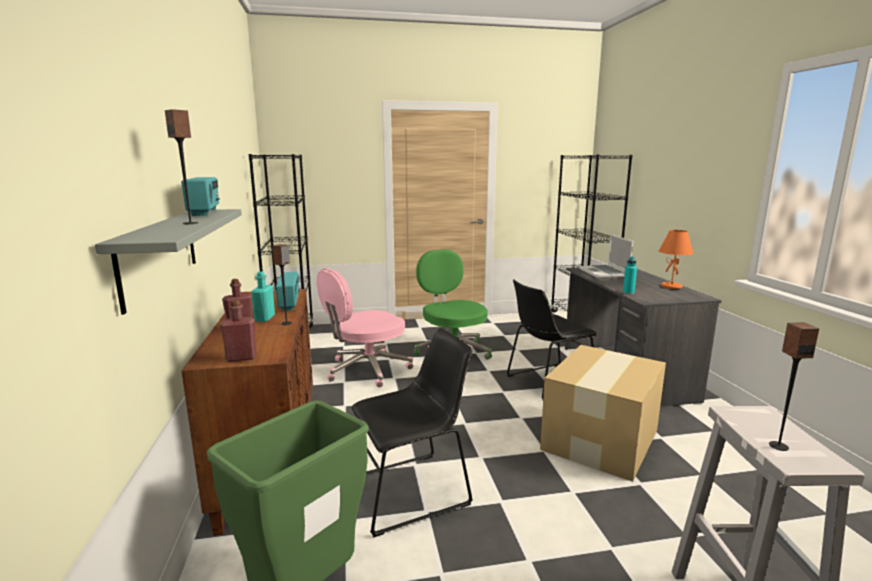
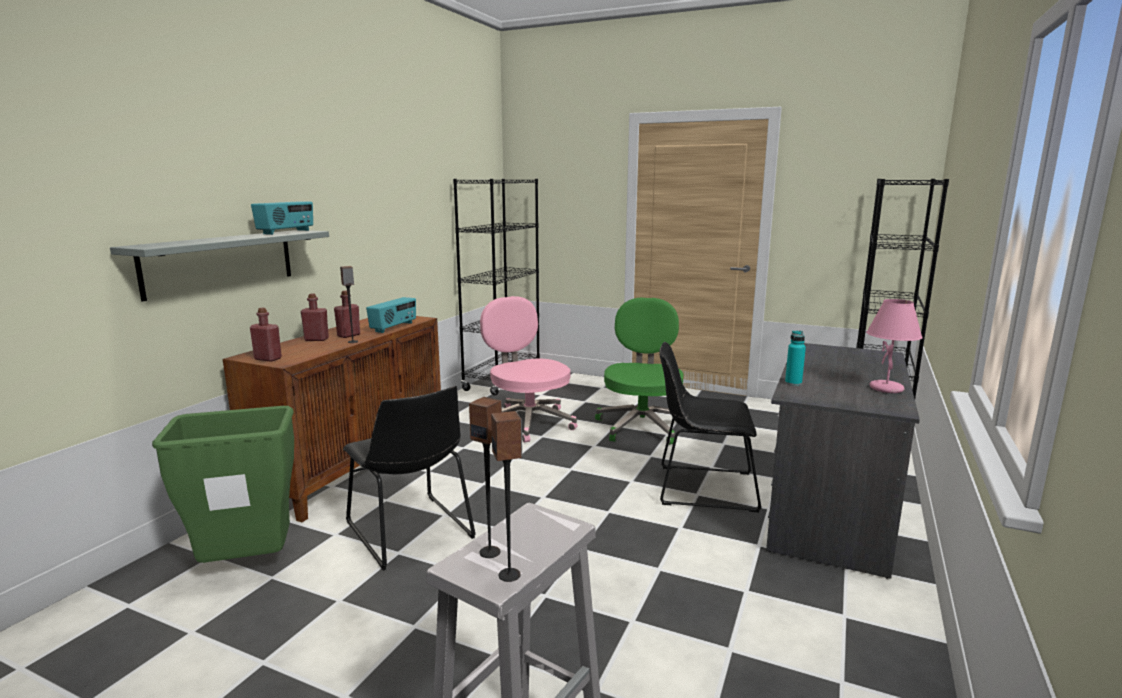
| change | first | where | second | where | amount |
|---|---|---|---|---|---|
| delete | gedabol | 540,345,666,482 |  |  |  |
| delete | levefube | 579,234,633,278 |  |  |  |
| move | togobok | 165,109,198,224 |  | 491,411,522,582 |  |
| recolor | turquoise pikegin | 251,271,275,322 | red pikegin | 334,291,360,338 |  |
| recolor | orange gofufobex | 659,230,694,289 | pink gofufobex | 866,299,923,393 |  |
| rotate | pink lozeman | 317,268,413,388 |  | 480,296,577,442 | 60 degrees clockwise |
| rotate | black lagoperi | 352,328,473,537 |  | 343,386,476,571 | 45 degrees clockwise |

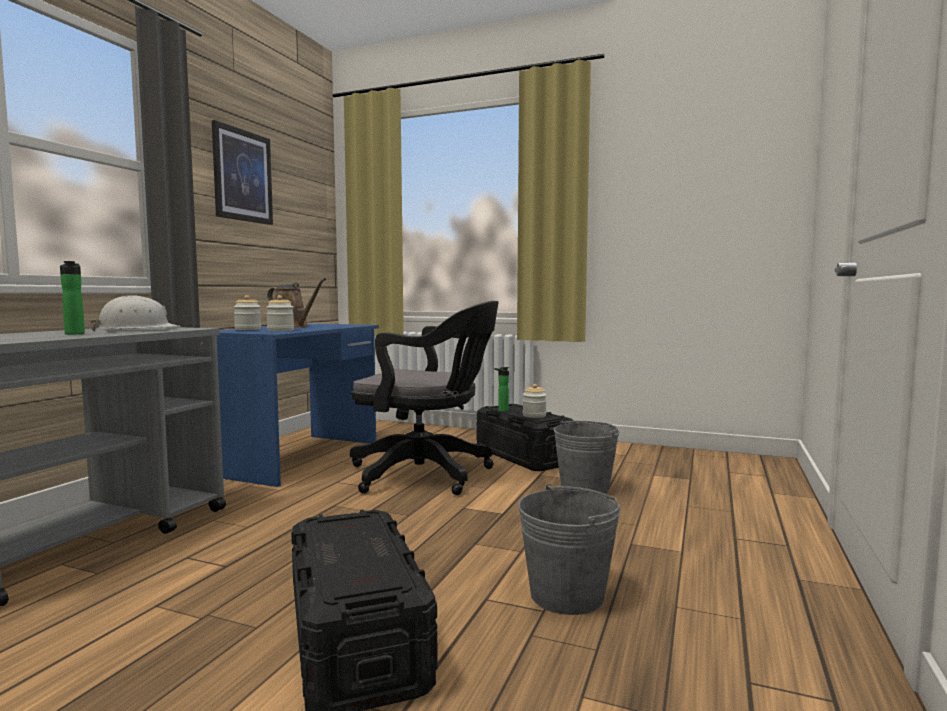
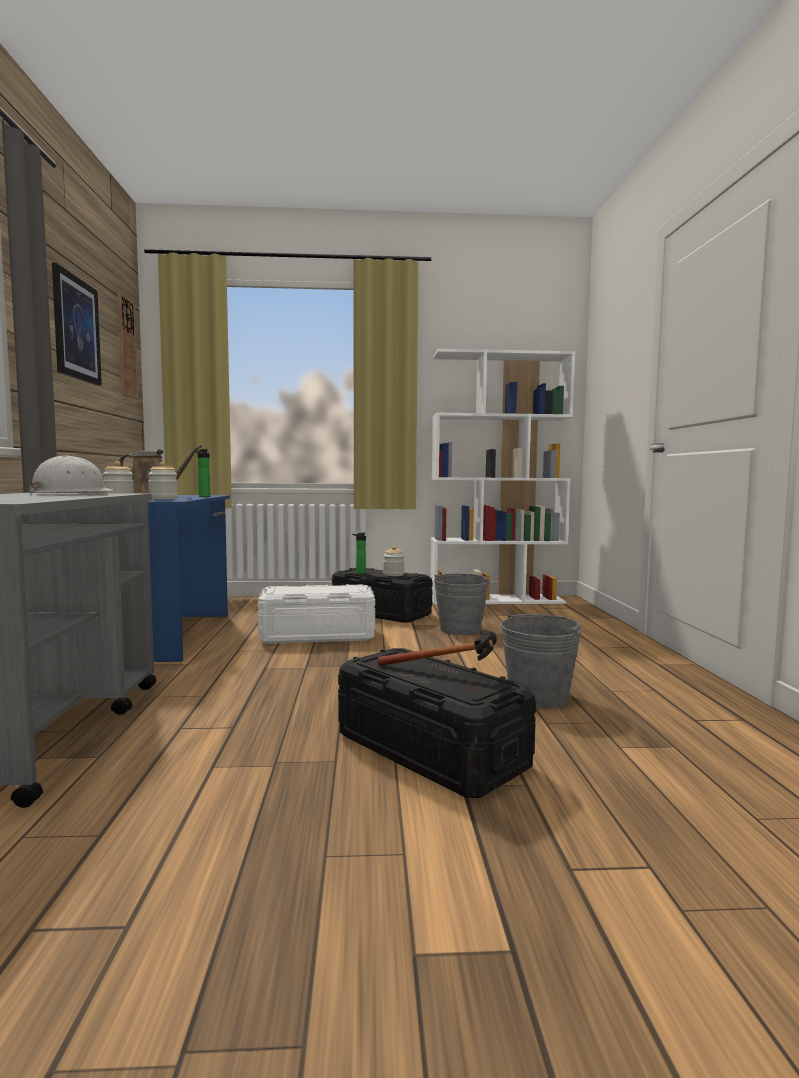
| change | first | where | second | where | amount |
|---|---|---|---|---|---|
| insert |  |  | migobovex | 117,292,139,400 |  |
| insert |  |  | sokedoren | 377,631,497,666 |  |
| insert |  |  | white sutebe | 430,349,575,604 |  |
| move | pikegin | 60,261,85,334 |  | 196,449,210,497 |  |
| replace | black lozeman | 350,301,499,495 | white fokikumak | 258,584,375,644 |  |

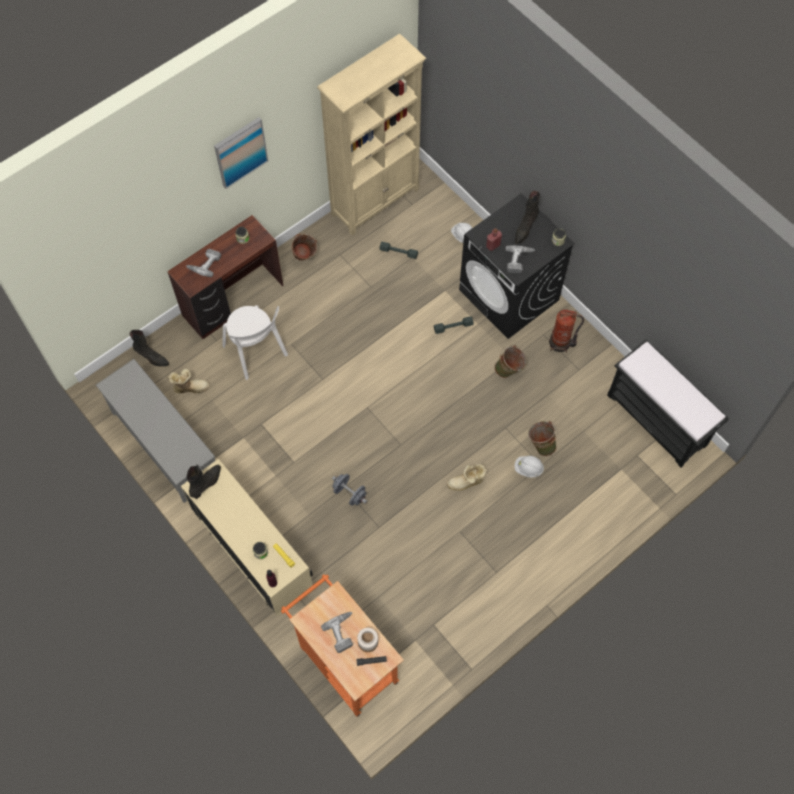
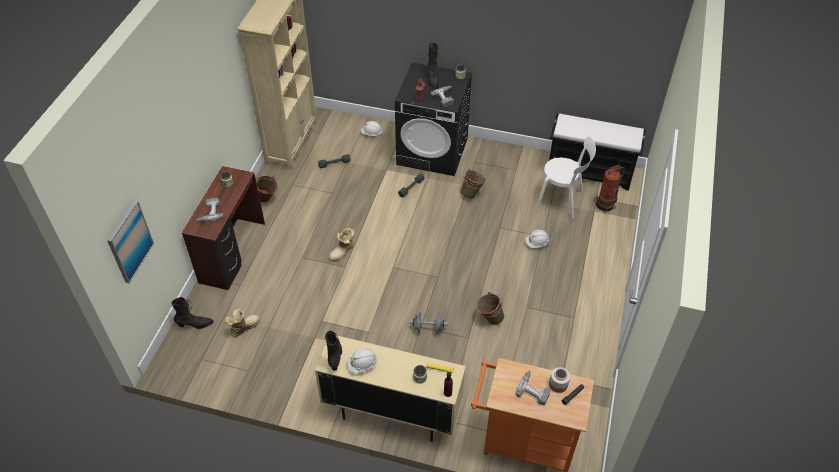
| change | first | where | second | where | amount |
|---|---|---|---|---|---|
| delete | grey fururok | 96,359,215,503 |  |  |  |
| insert |  |  | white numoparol | 347,348,377,373 |  |
| move | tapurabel | 214,117,268,189 |  | 107,200,154,283 |  |
| move | white lagoperi | 223,305,288,380 |  | 535,136,596,219 |  |
| move | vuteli | 447,464,487,491 |  | 328,228,355,261 |  |
| move | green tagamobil | 528,421,557,456 |  | 476,292,505,325 |  |
| move | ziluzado | 549,309,584,353 |  | 594,165,625,213 |  |

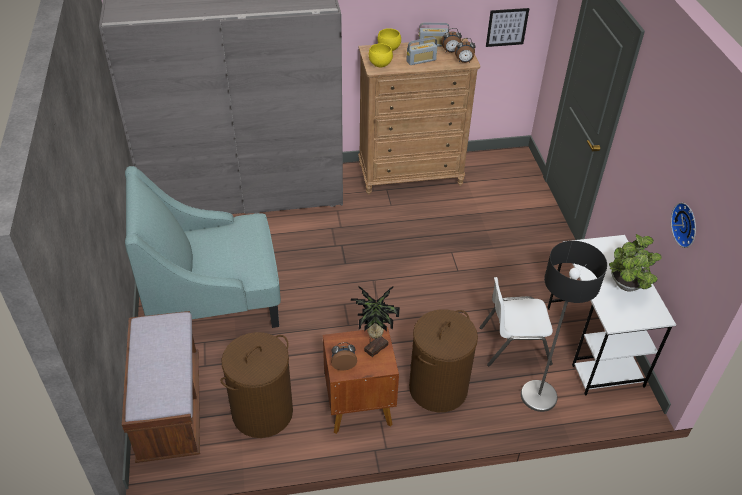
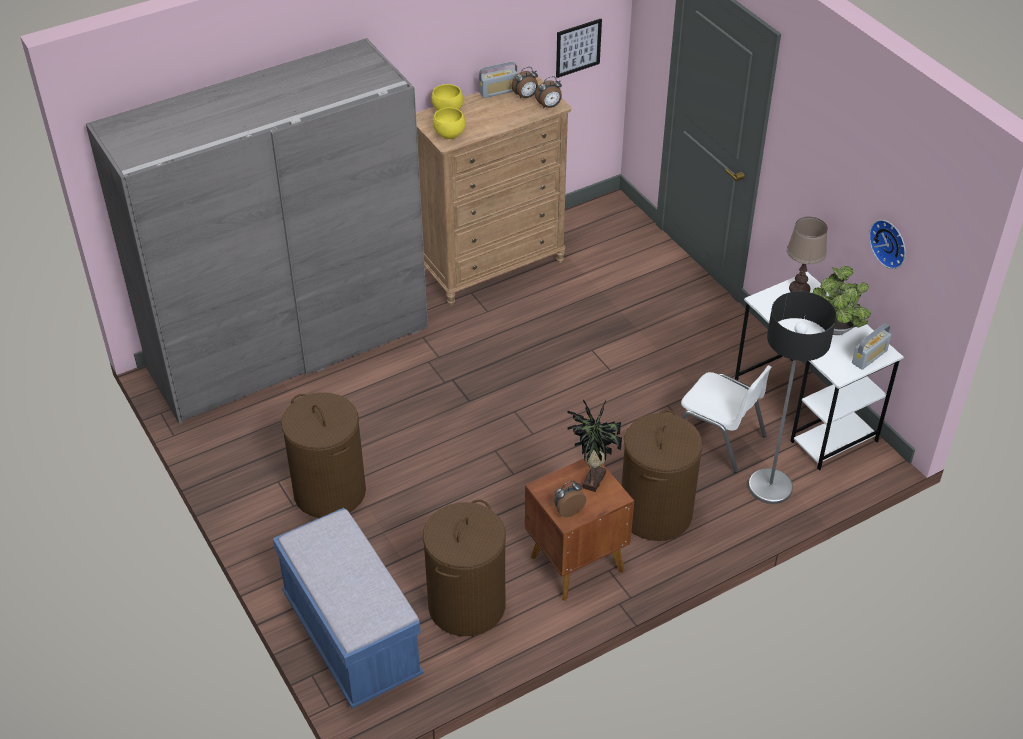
| change | first | where | second | where | amount |
|---|---|---|---|---|---|
| insert |  |  | brown gofufobex | 787,217,827,292 |  |
| move | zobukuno | 406,37,437,65 |  | 852,323,891,370 |  |
| replace | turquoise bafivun | 125,166,281,328 | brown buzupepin | 281,392,366,518 |  |
| recolor | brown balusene | 122,311,200,463 | blue balusene | 273,508,424,708 |  |
| rotate | white lagoperi | 480,277,553,366 |  | 681,365,772,473 | 120 degrees counterclockwise |

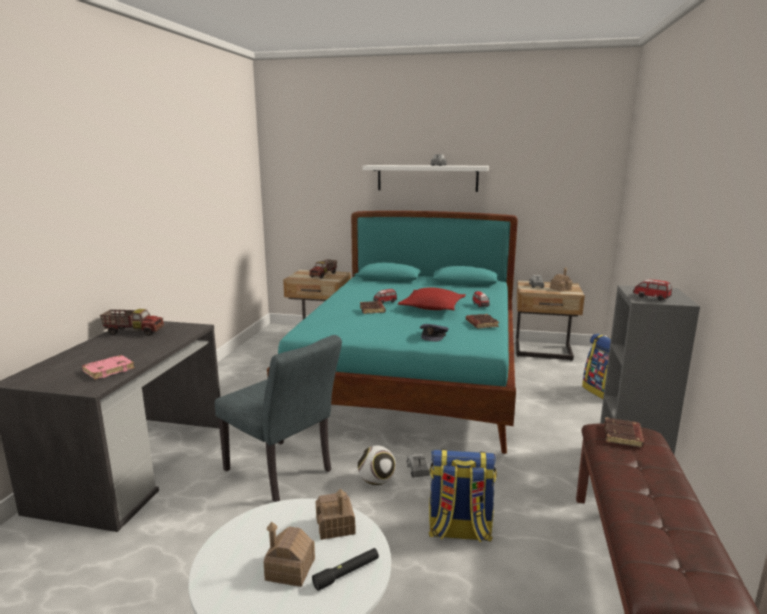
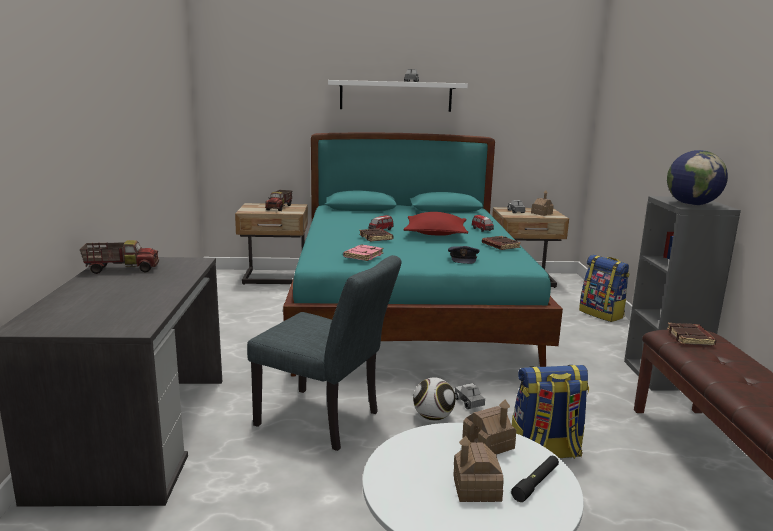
| change | first | where | second | where | amount |
|---|---|---|---|---|---|
| move | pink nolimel | 82,355,135,380 |  | 343,245,384,261 |  |
| replace | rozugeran | 633,280,672,301 | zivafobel | 667,150,728,205 |  |

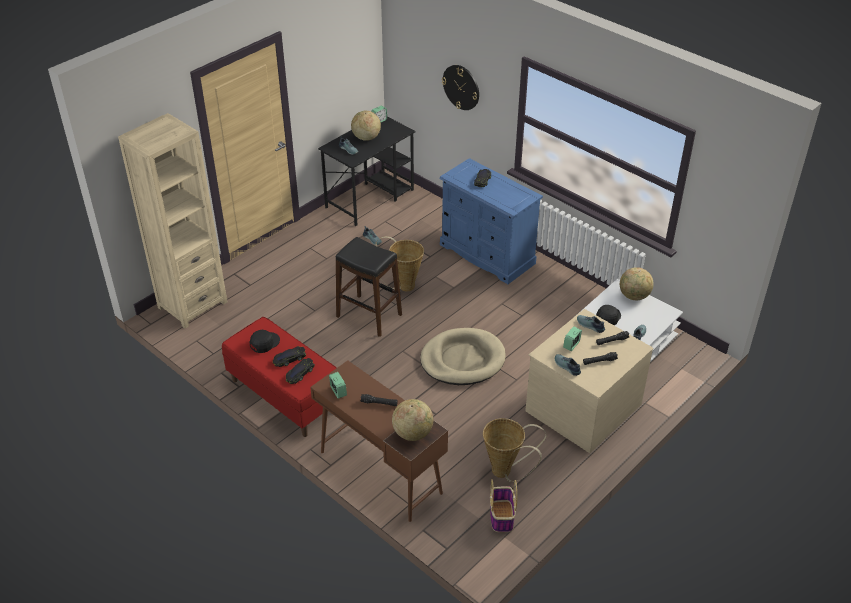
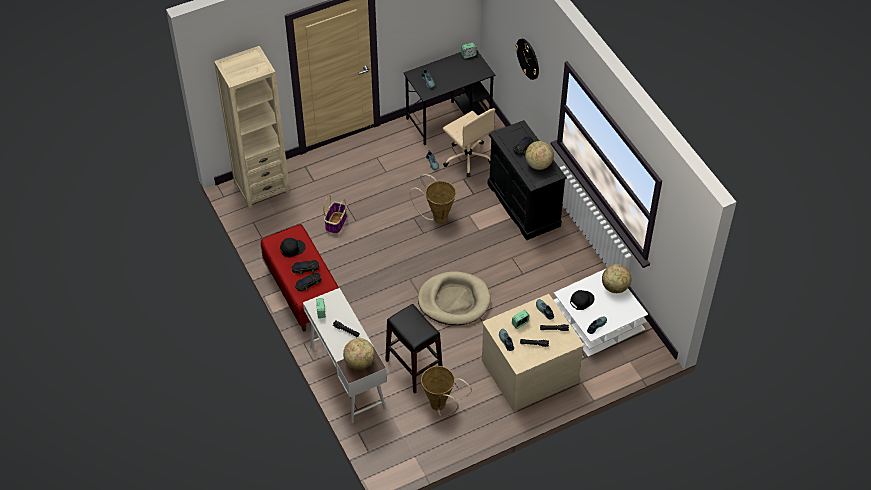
| change | first | where | second | where | amount |
|---|---|---|---|---|---|
| insert |  |  | beige lozeman | 443,108,495,177 |  |
| move | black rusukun | 336,237,402,337 |  | 385,304,442,394 |  |
| move | zivafobel | 351,110,381,141 |  | 525,141,554,170 |  |
| move | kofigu | 490,480,517,532 |  | 324,195,347,234 |  |
| recolor | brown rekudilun | 310,360,448,522 | white rekudilun | 303,288,387,423 |  |
| recolor | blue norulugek | 439,158,543,284 | black norulugek | 488,120,567,241 |  |

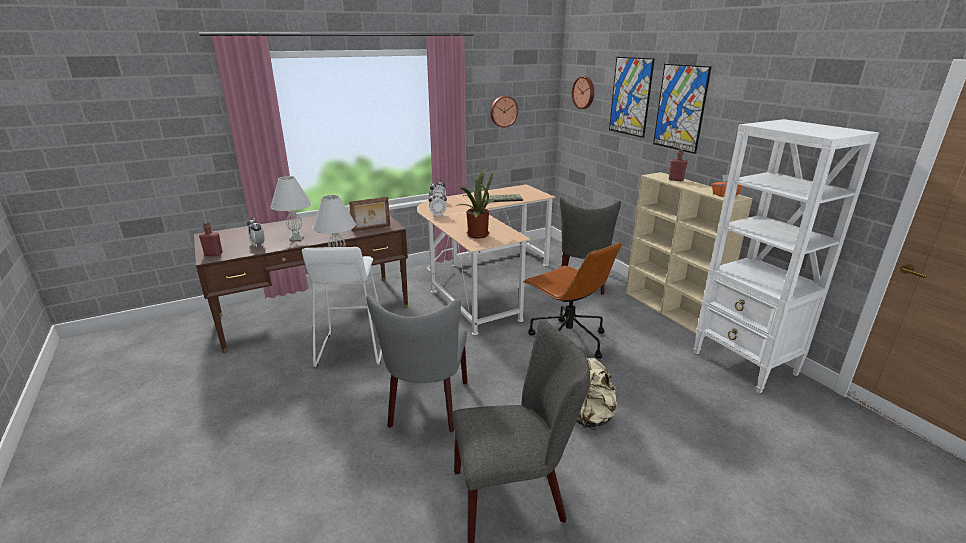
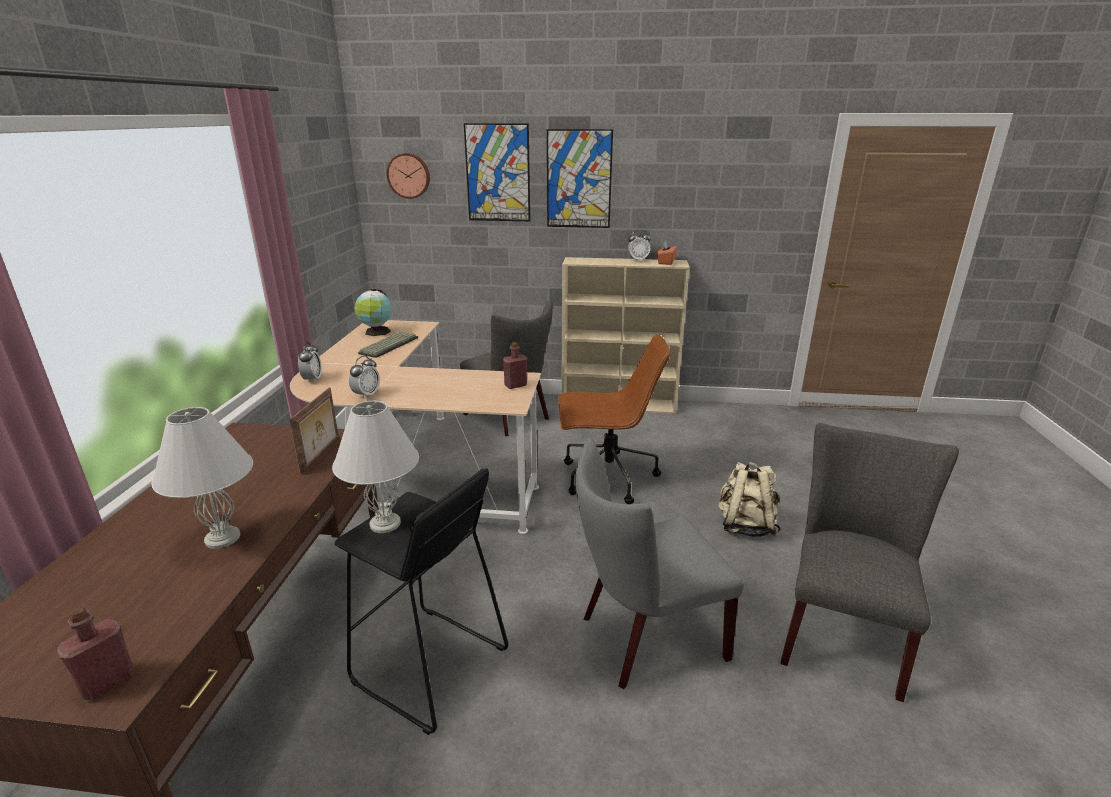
| change | first | where | second | where | amount |
|---|---|---|---|---|---|
| delete | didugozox | 455,168,495,239 |  |  |  |
| delete | migobovex | 490,96,518,128 |  |  |  |
| delete | white sutebe | 694,119,879,393 |  |  |  |
| insert |  |  | zivafobel | 354,289,392,336 |  |
| move | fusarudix | 247,217,264,247 |  | 628,230,651,261 |  |
| move | red pikegin | 669,149,688,181 |  | 503,342,527,389 |  |
| recolor | white rusukun | 302,247,382,367 | black rusukun | 334,468,508,735 |  |
| rotate | grey lagoperi | 366,295,468,432 |  | 576,438,744,689 | 120 degrees clockwise |

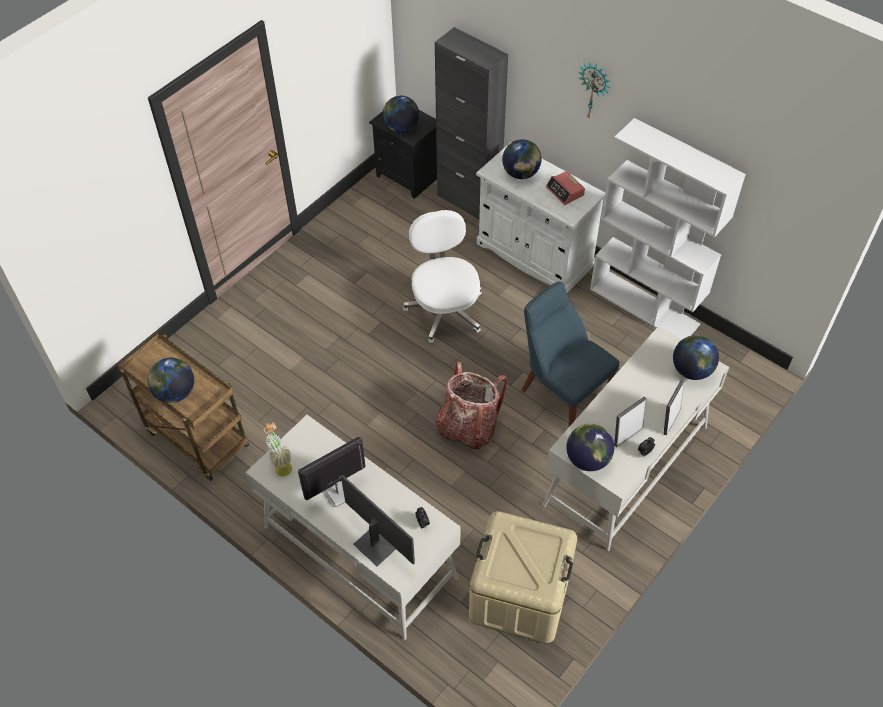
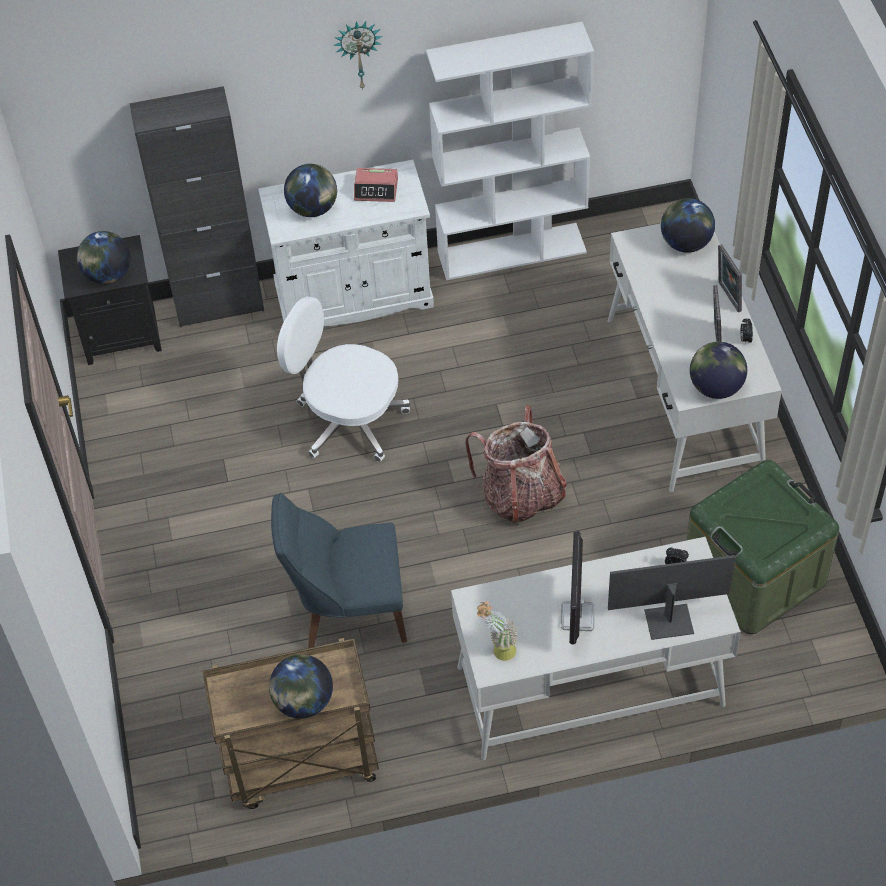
| change | first | where | second | where | amount |
|---|---|---|---|---|---|
| move | blue lagoperi | 521,281,619,427 |  | 271,493,407,648 |  |
| recolor | beige fokikumak | 469,511,577,644 | green fokikumak | 686,460,839,634 |  |

